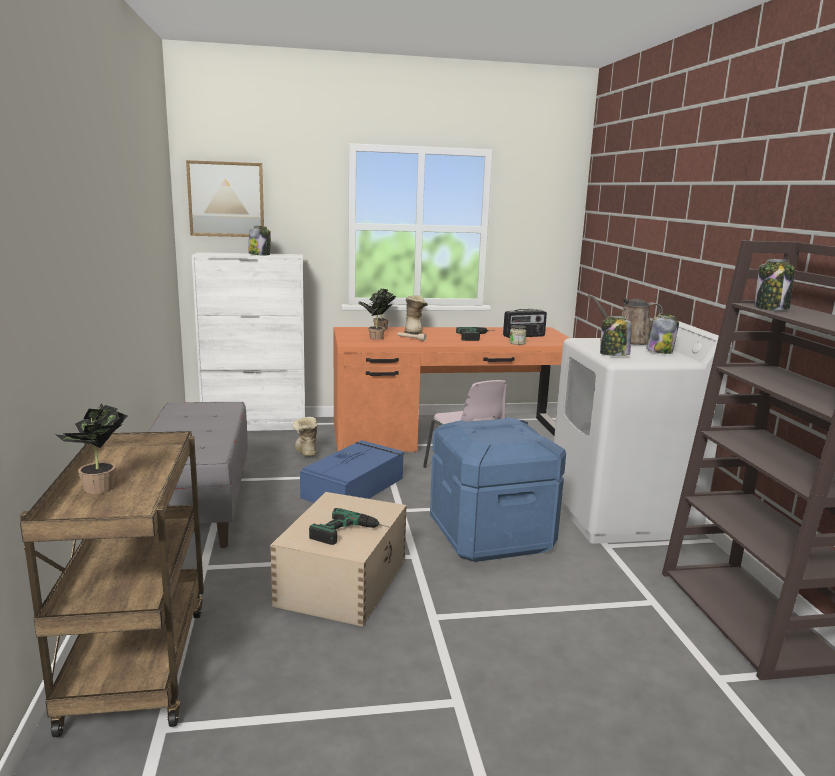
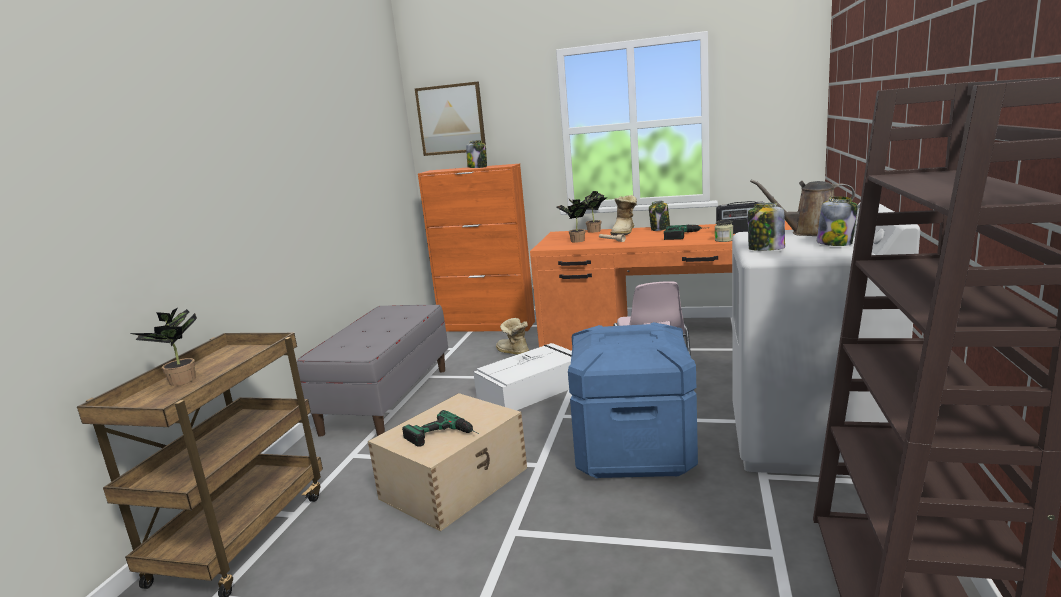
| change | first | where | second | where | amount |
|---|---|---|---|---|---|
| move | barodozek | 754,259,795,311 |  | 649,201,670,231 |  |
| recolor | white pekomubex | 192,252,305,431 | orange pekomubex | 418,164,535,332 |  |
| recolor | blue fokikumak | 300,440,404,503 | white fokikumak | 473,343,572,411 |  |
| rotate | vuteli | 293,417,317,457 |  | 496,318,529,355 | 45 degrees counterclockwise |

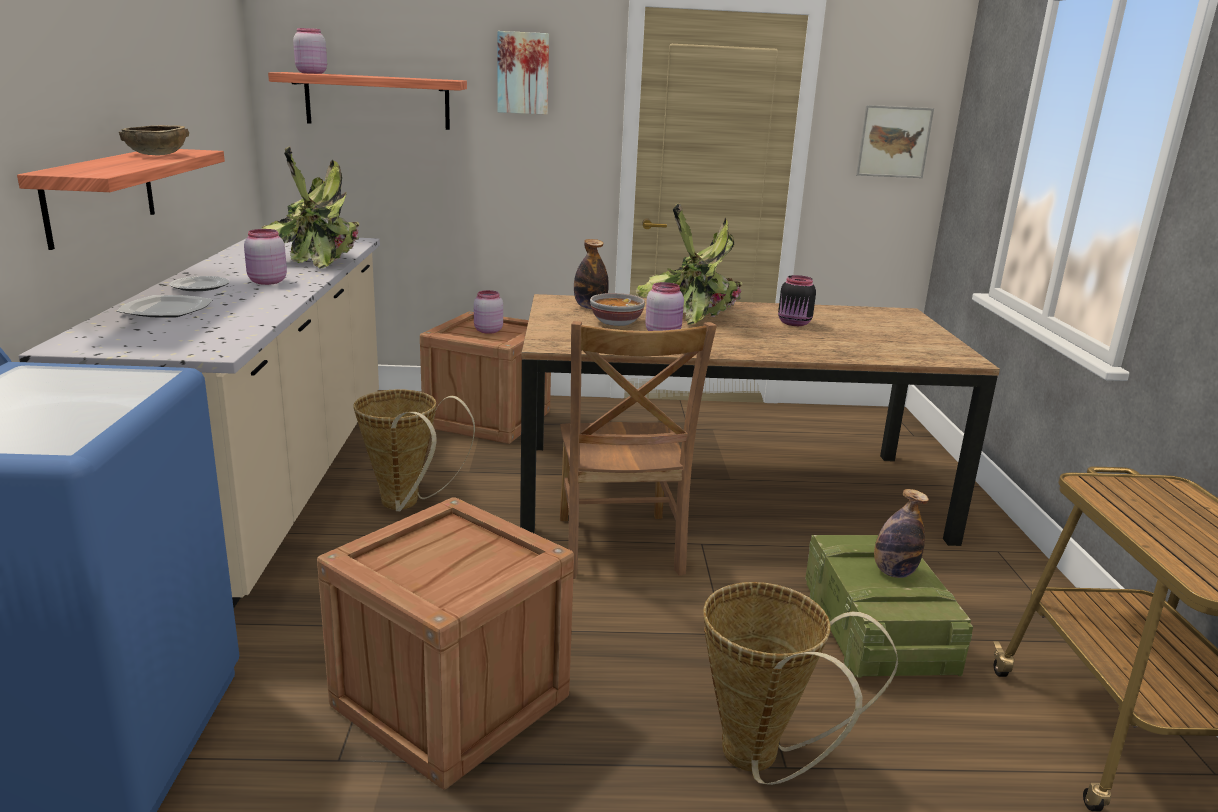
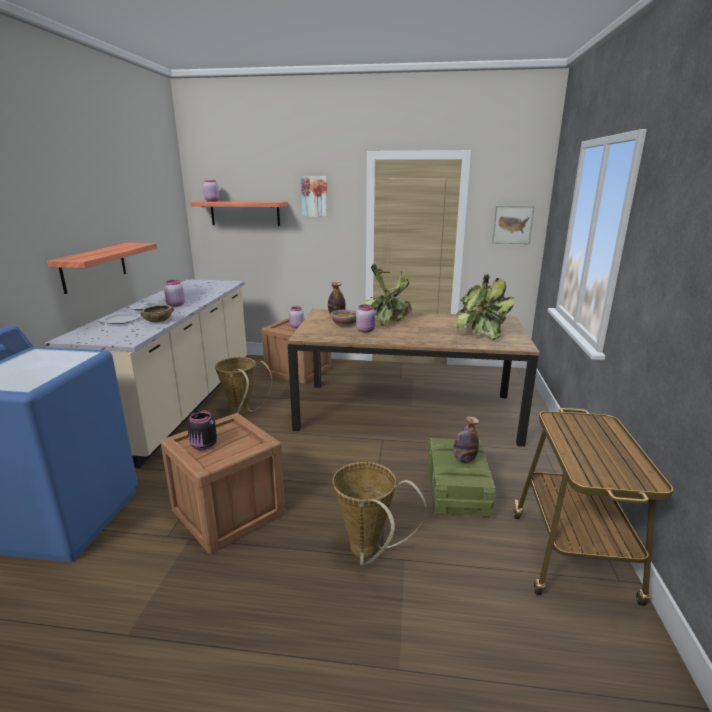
| change | first | where | second | where | amount |
|---|---|---|---|---|---|
| delete | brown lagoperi | 560,321,717,579 |  |  |  |
| move | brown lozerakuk | 119,125,189,156 |  | 140,305,174,322 |  |
| move | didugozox | 262,146,360,269 |  | 454,274,514,340 |  |
| move | black barodozek | 778,275,816,326 |  | 187,410,217,450 |  |

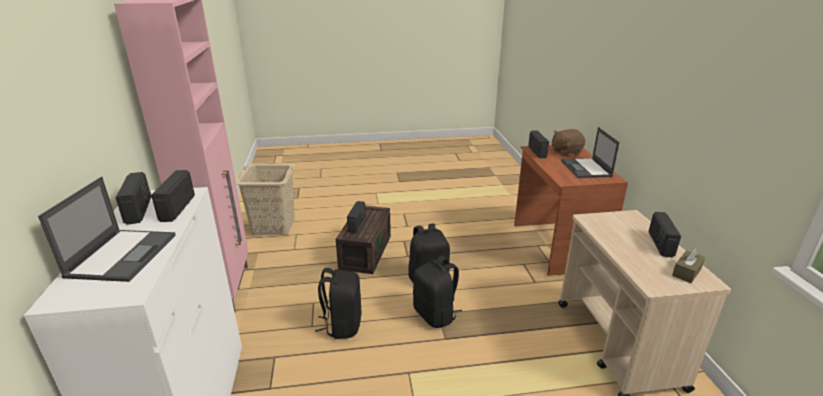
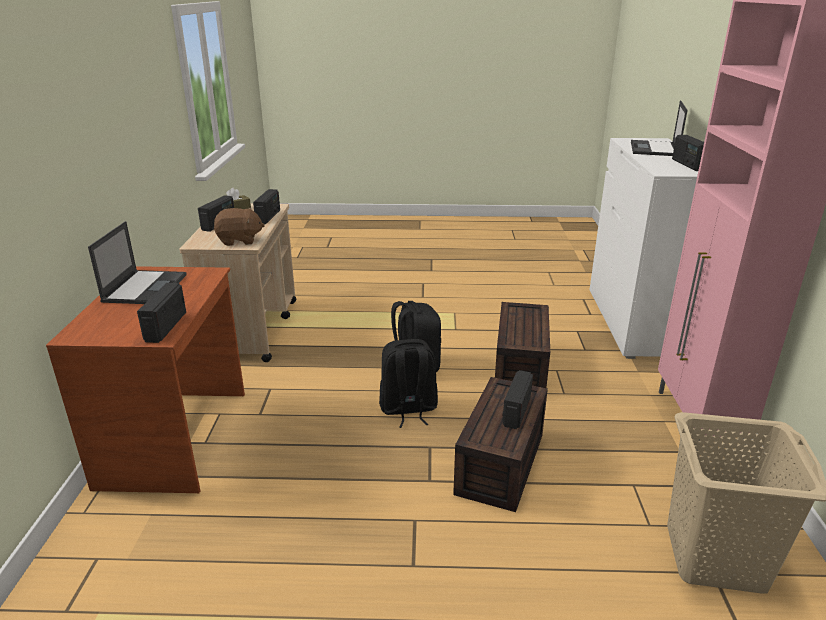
| change | first | where | second | where | amount |
|---|---|---|---|---|---|
| move | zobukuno | 151,170,195,222 |  | 253,189,280,224 |  |
| move | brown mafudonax | 552,129,585,156 |  | 214,208,265,246 |  |
| replace | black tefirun | 315,268,361,339 | brown fokikumak | 495,302,550,388 |  |

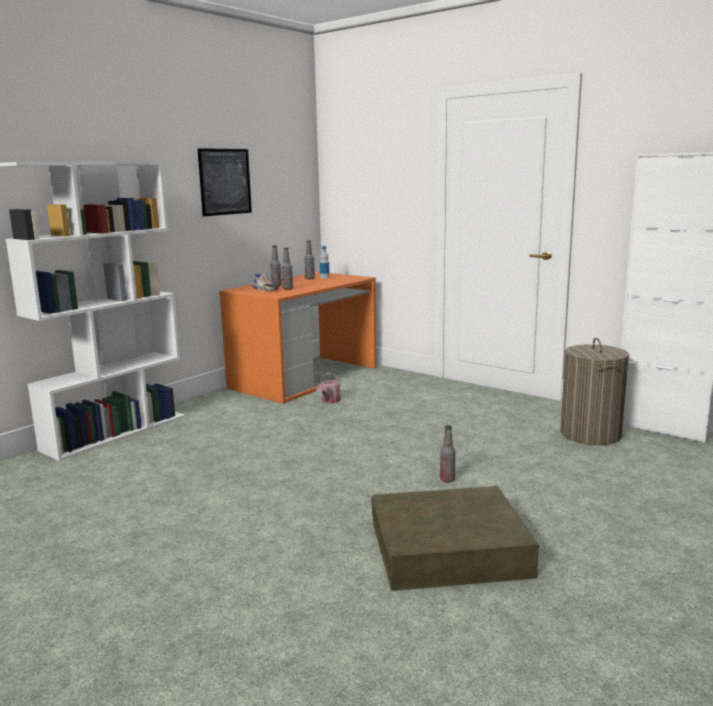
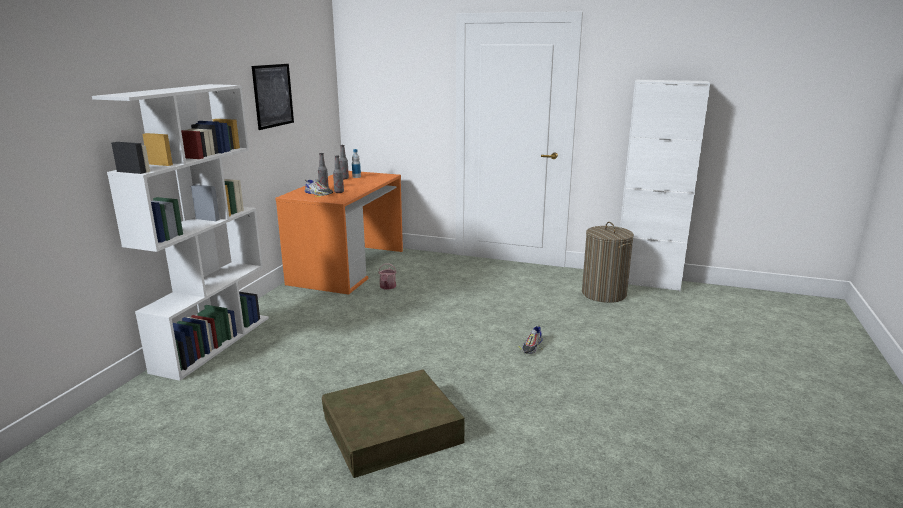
| change | first | where | second | where | amount |
|---|---|---|---|---|---|
| move | brown fokikumak | 371,486,539,591 |  | 322,369,465,478 |  |
| replace | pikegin | 440,425,455,482 | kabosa | 519,325,543,354 |  |

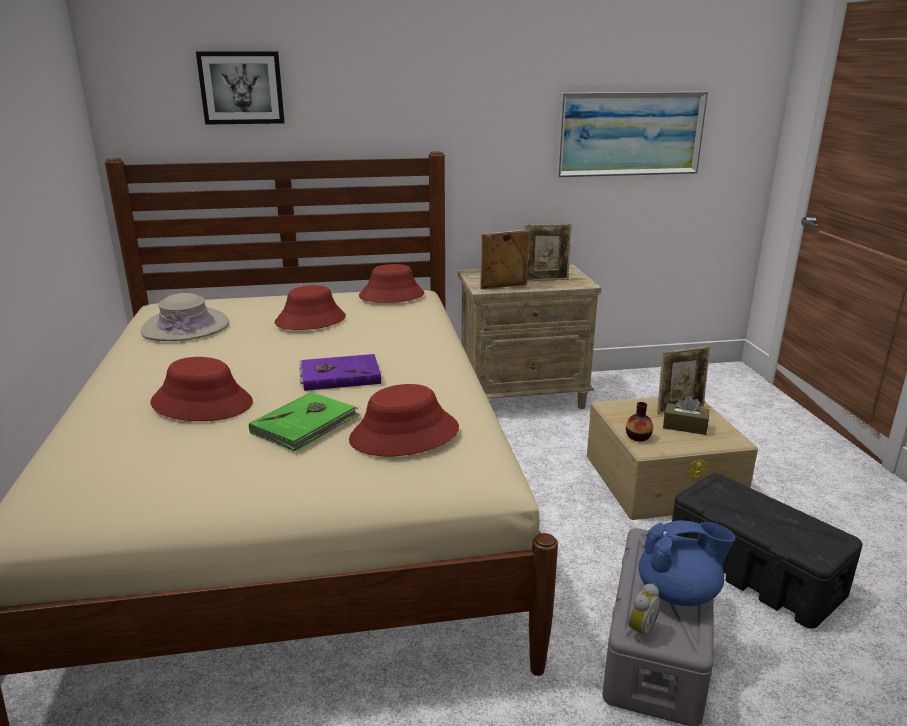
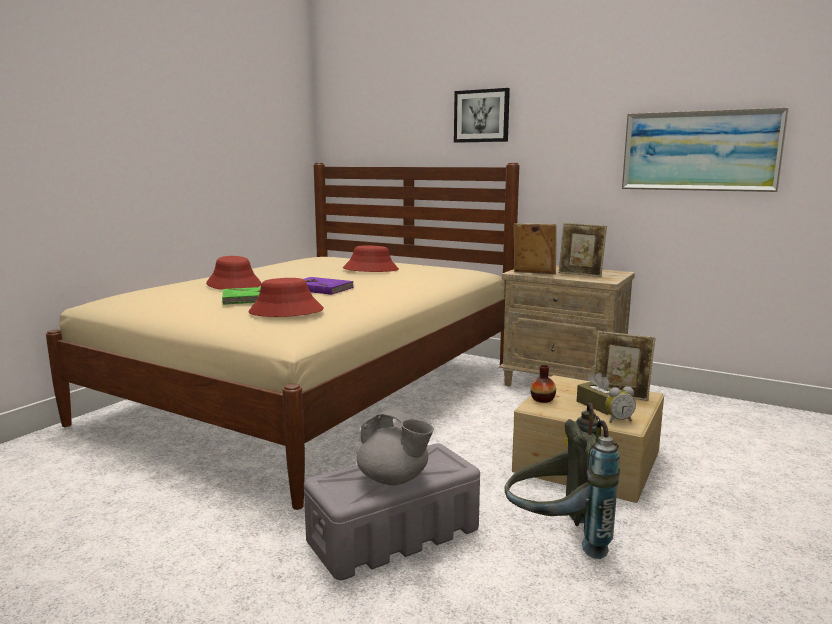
| change | first | where | second | where | amount |
|---|---|---|---|---|---|
| delete | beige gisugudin | 141,293,229,341 |  |  |  |
| delete | red gisugudin | 359,264,424,303 |  |  |  |
| move | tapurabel | 196,52,285,125 |  | 454,88,510,143 |  |
| move | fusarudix | 628,583,661,643 |  | 605,386,636,423 |  |
| replace | black fokikumak | 672,473,862,629 | grey tefirun | 505,403,620,559 |  |
| recolor | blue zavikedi | 639,520,735,606 | grey zavikedi | 357,409,434,486 |  |

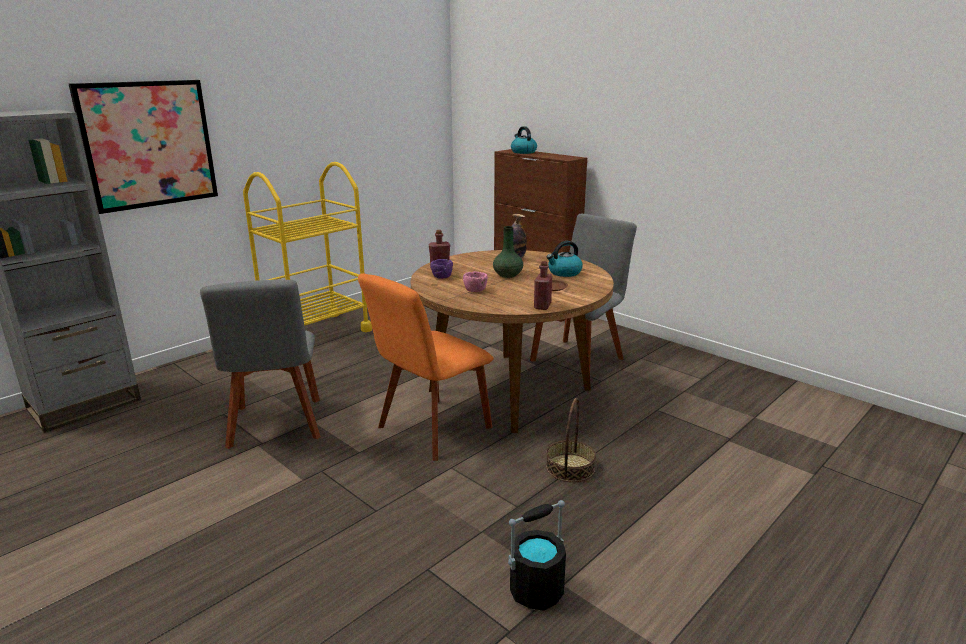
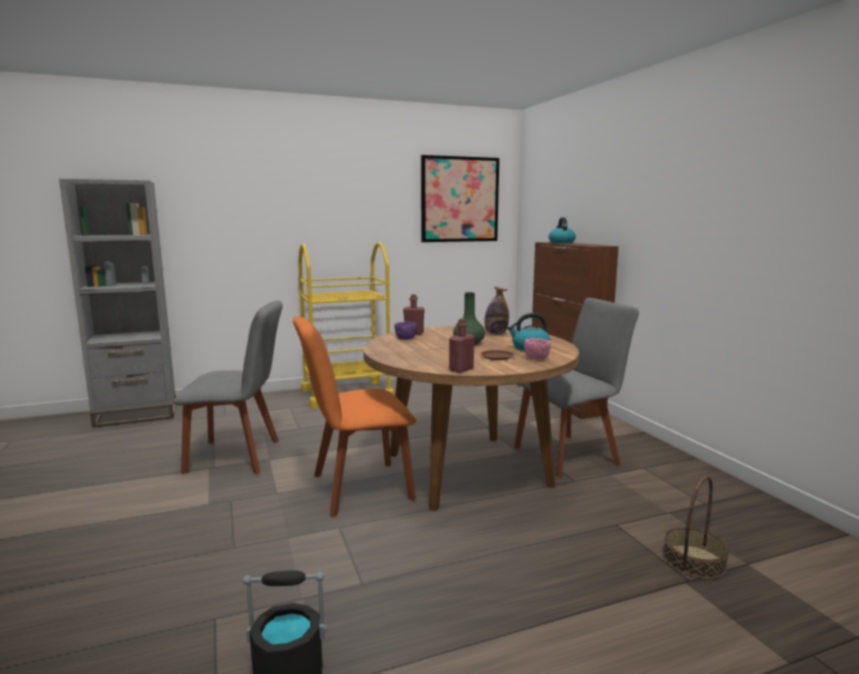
| change | first | where | second | where | amount |
|---|---|---|---|---|---|
| move | tapurabel | 69,80,218,214 |  | 421,155,499,242 |  |
| move | pink lozerakuk | 463,271,488,292 |  | 524,338,551,359 |  |
| move | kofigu | 546,398,596,482 |  | 663,476,729,579 |  |
| rotate | grey lagoperi | 200,280,321,449 |  | 173,300,283,475 | 105 degrees counterclockwise |

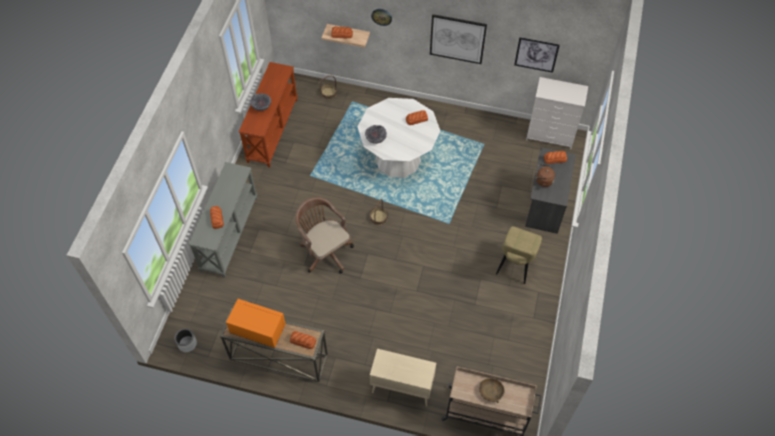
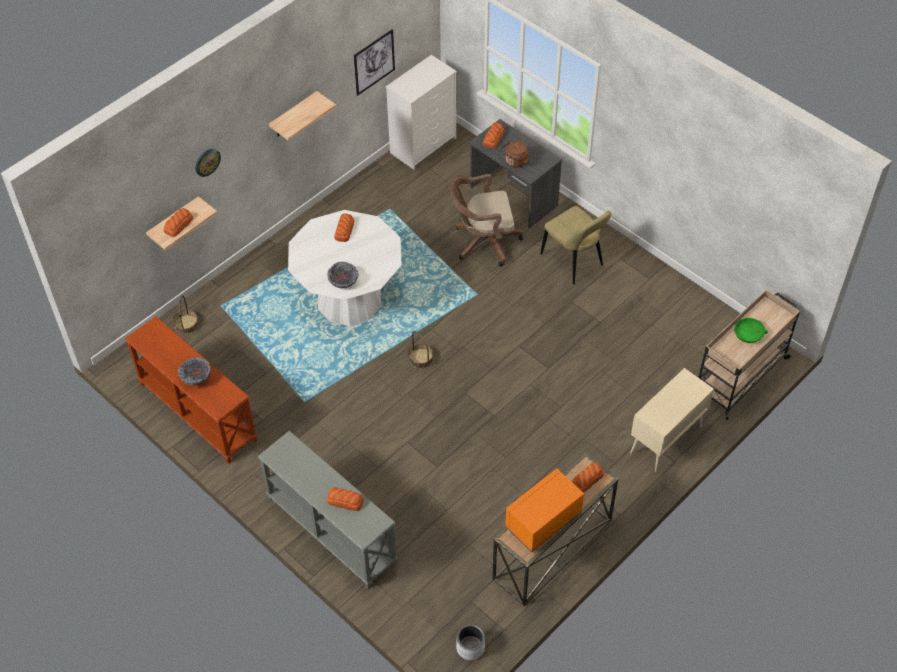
| change | first | where | second | where | amount |
|---|---|---|---|---|---|
| move | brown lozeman | 296,197,354,273 |  | 450,174,523,266 |  |
| replace | tapurabel | 430,14,487,64 | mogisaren | 269,91,336,141 |  |
| recolor | brown lozerakuk | 479,378,504,403 | green lozerakuk | 734,318,768,343 |  |

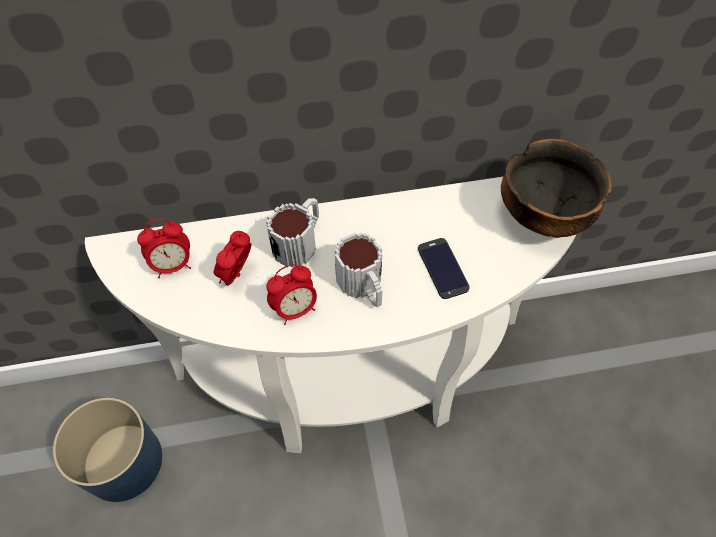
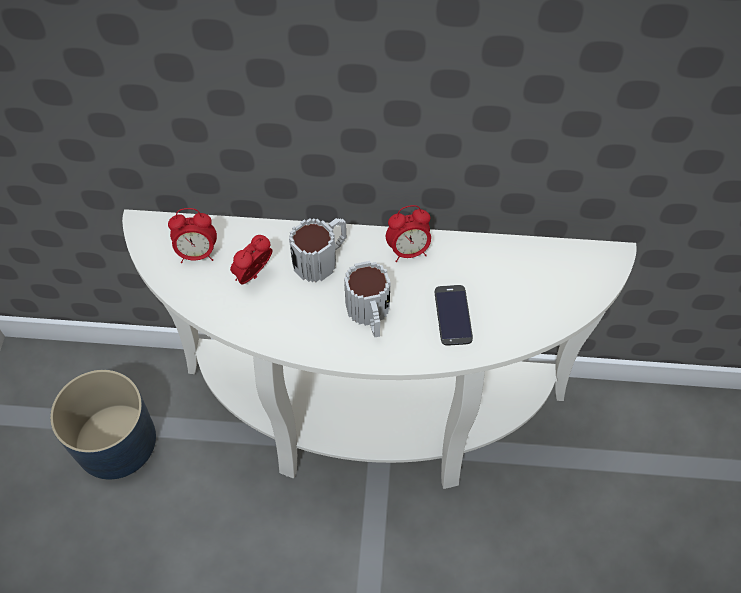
| change | first | where | second | where | amount |
|---|---|---|---|---|---|
| delete | lozerakuk | 501,139,612,238 |  |  |  |
| move | fusarudix | 266,264,317,325 |  | 386,205,431,262 |  |

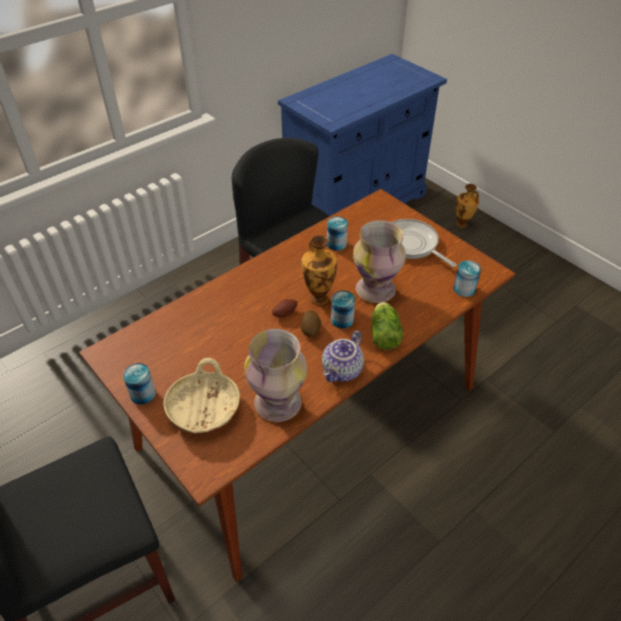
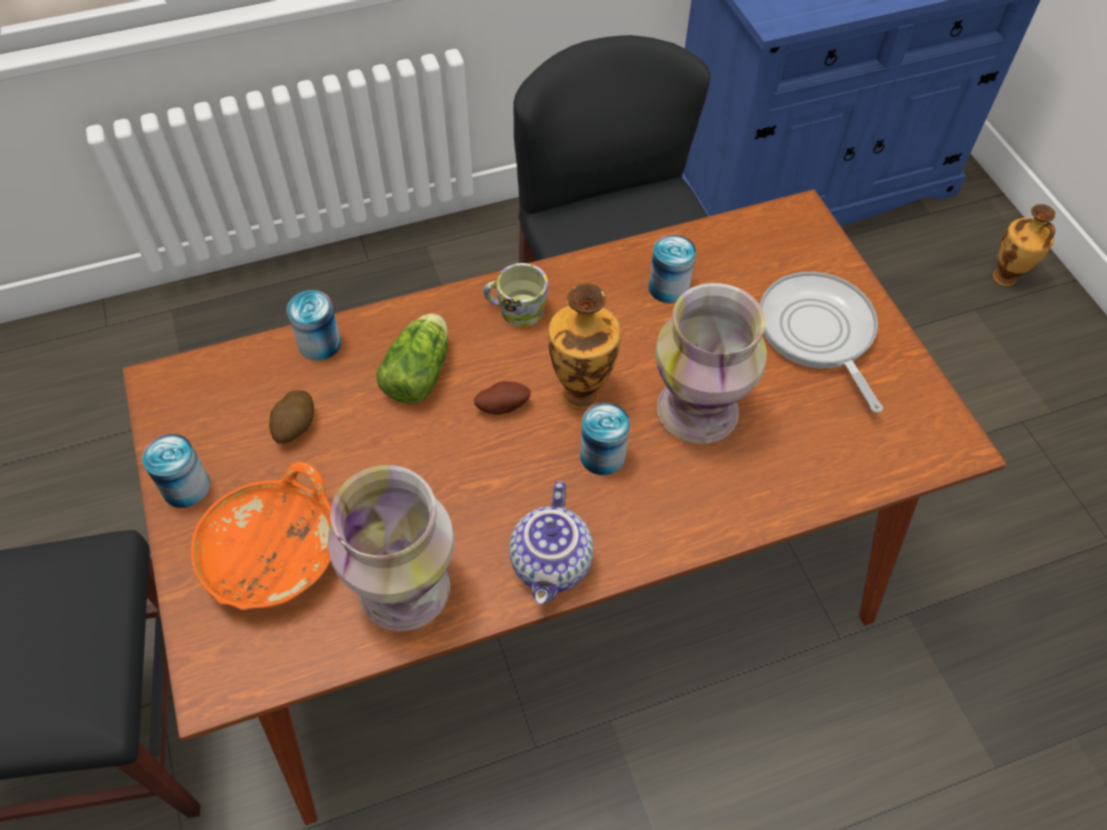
| change | first | where | second | where | amount |
|---|---|---|---|---|---|
| insert |  |  | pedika | 483,263,548,327 |  |
| move | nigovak | 301,310,321,337 |  | 269,390,314,444 |  |
| move | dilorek | 371,302,403,350 |  | 376,313,448,404 |  |
| move | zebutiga | 453,260,481,297 |  | 287,290,341,361 |  |
| recolor | beige lozerakuk | 164,358,240,433 | orange lozerakuk | 191,462,331,610 |  |
| rotate | zavikedi | 322,331,364,382 |  | 509,481,594,604 | 45 degrees counterclockwise |

